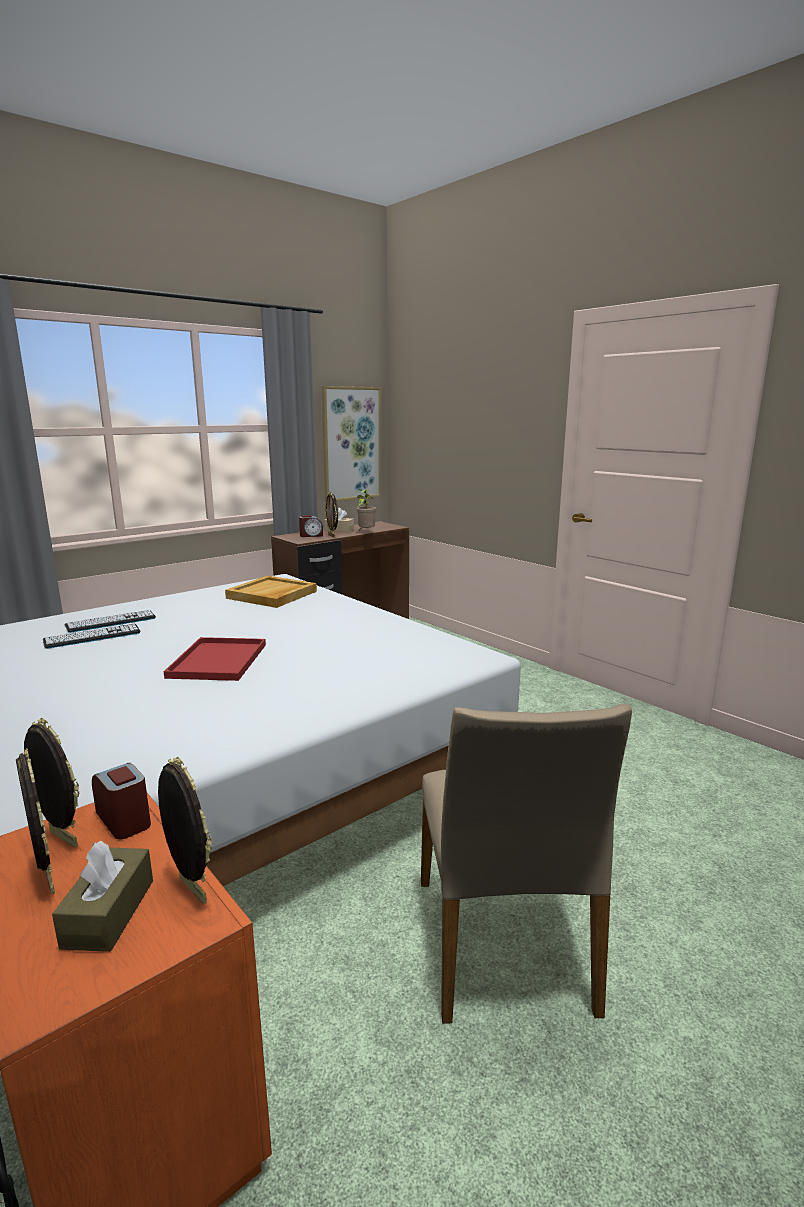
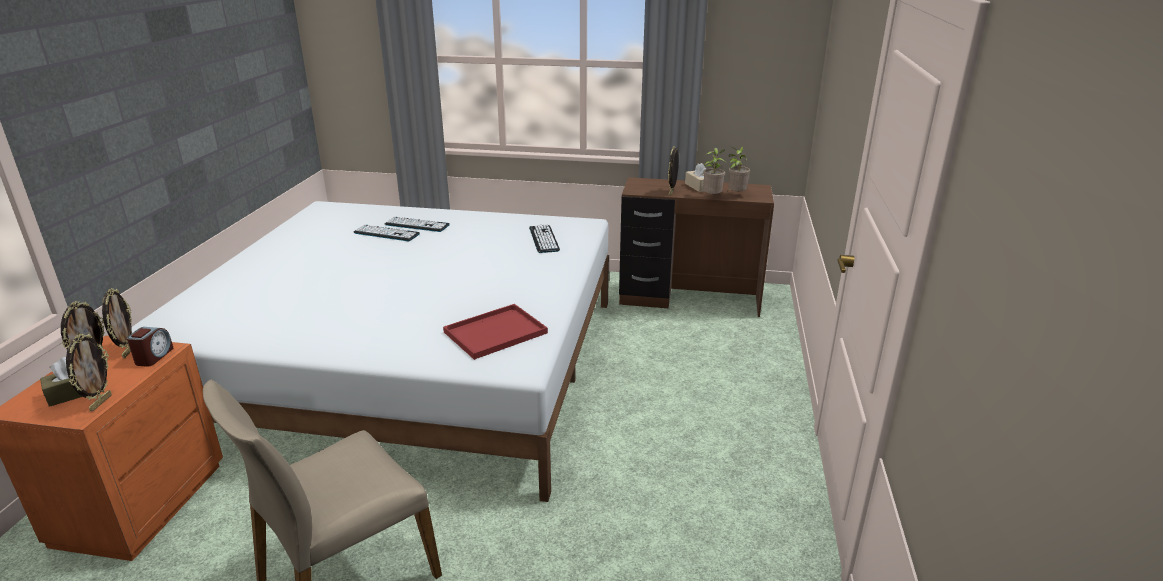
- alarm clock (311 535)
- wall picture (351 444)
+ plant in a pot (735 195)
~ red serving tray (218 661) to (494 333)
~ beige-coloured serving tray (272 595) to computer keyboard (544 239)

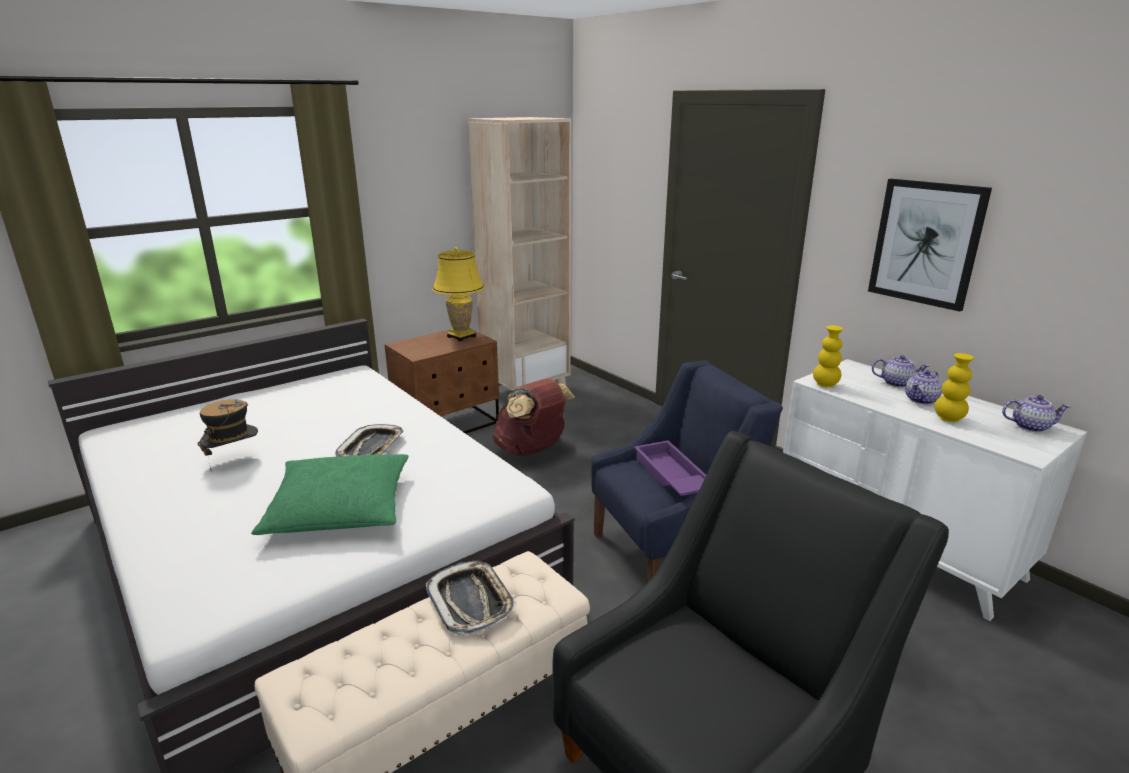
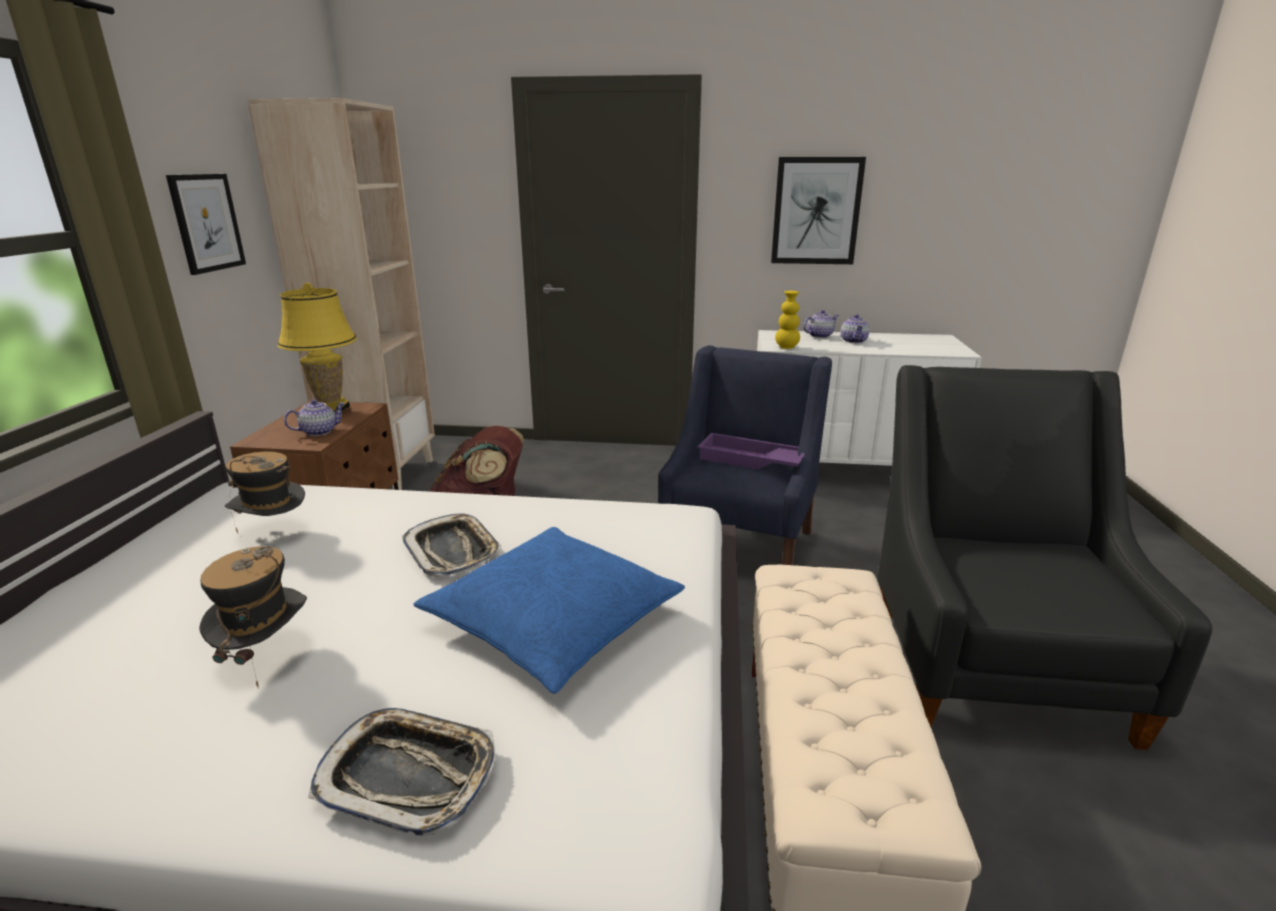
- yellowish flower vase (948 419)
+ wall picture (206 223)
+ wearable hat (273 533)
~ serving tray (471 602) to (408 776)
~ pot for tea (1030 426) to (319 431)
~ greenish throw pillow (340 508) to bluish throw pillow (554 620)

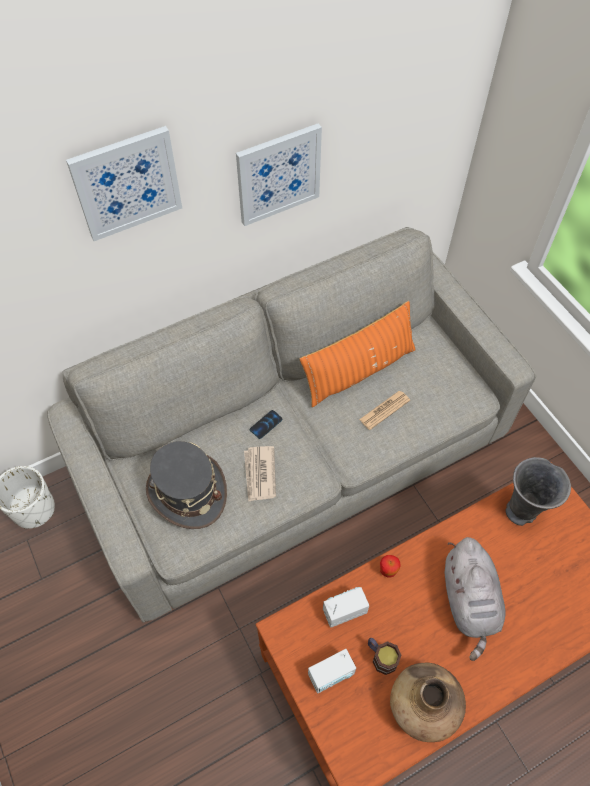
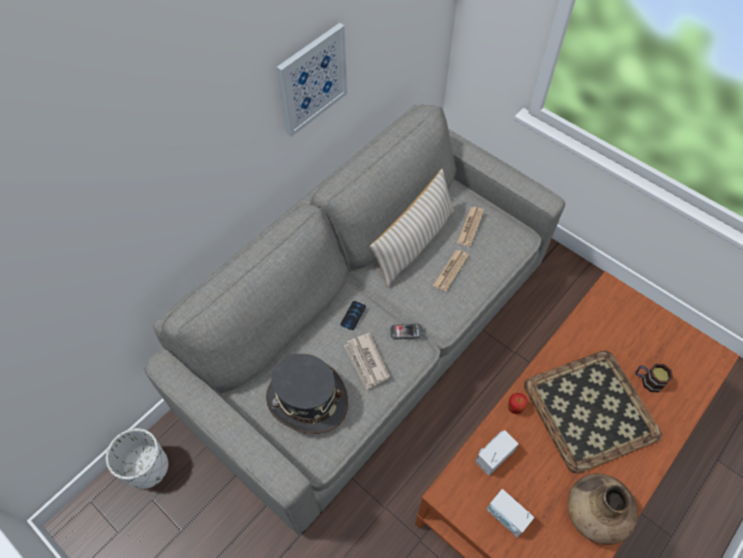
- wall picture (126 183)
- gray flower vase (522 512)
+ telephone (406 332)
+ daily paper (470 226)
~ coffee mug (380 657) to (647 380)
~ gray soft toy (469 601) to serving tray (592 410)
~ orange-coloured throw pillow (359 371) to beige-coloured throw pillow (414 243)
~ radio set (331 675) = (506 517) 90 degrees clockwise

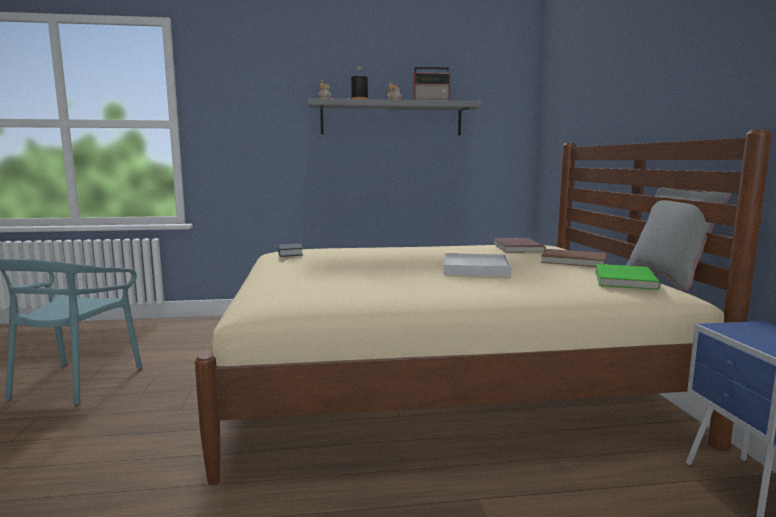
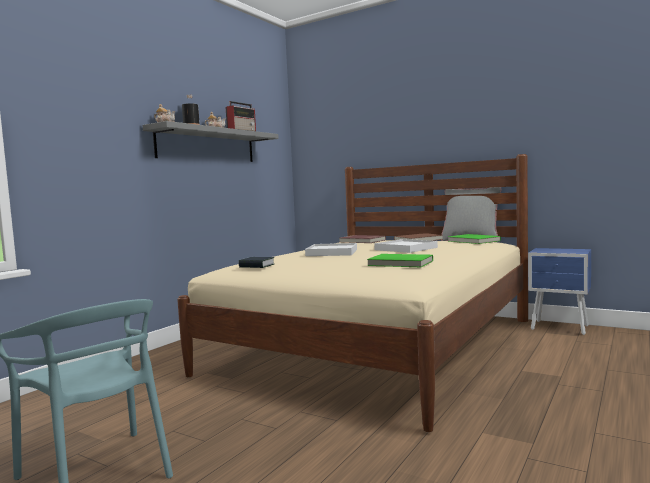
+ whitish serving tray (332 252)
+ greenish bound book (400 263)

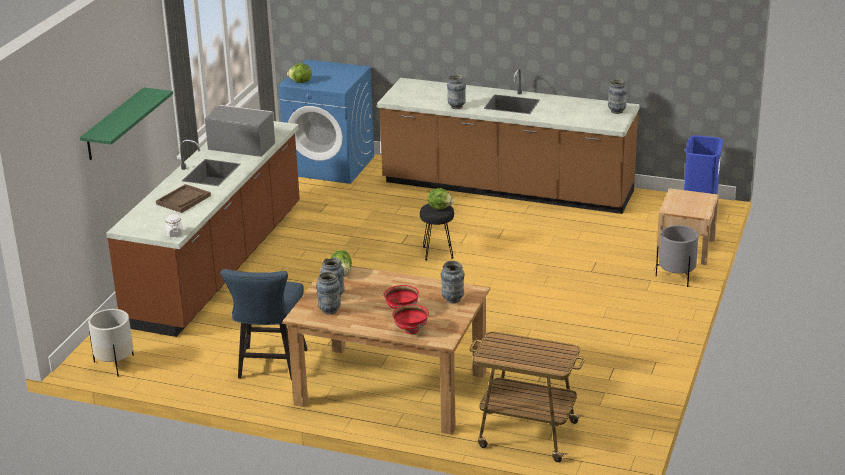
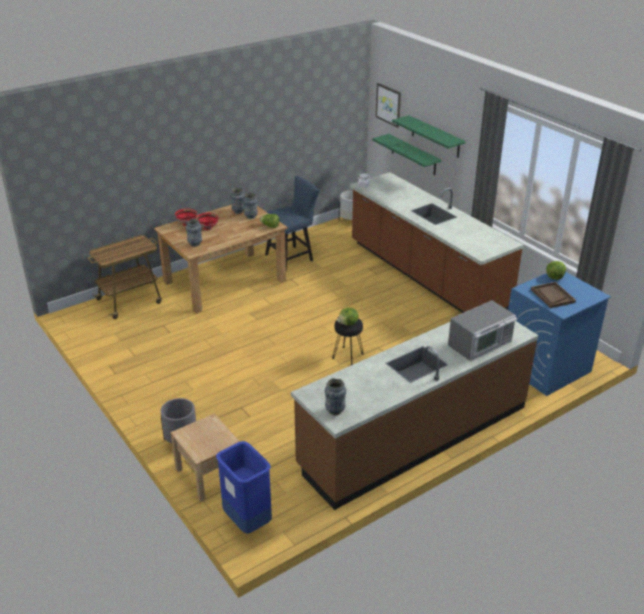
- flower vase (456 107)
+ greenish shelf (413 155)
+ wall picture (389 104)
~ brown serving tray (183 200) to (552 296)
~ microwave (242 145) to (480 344)
~ bluish upright chair (270 367) = (292 257) 105 degrees clockwise

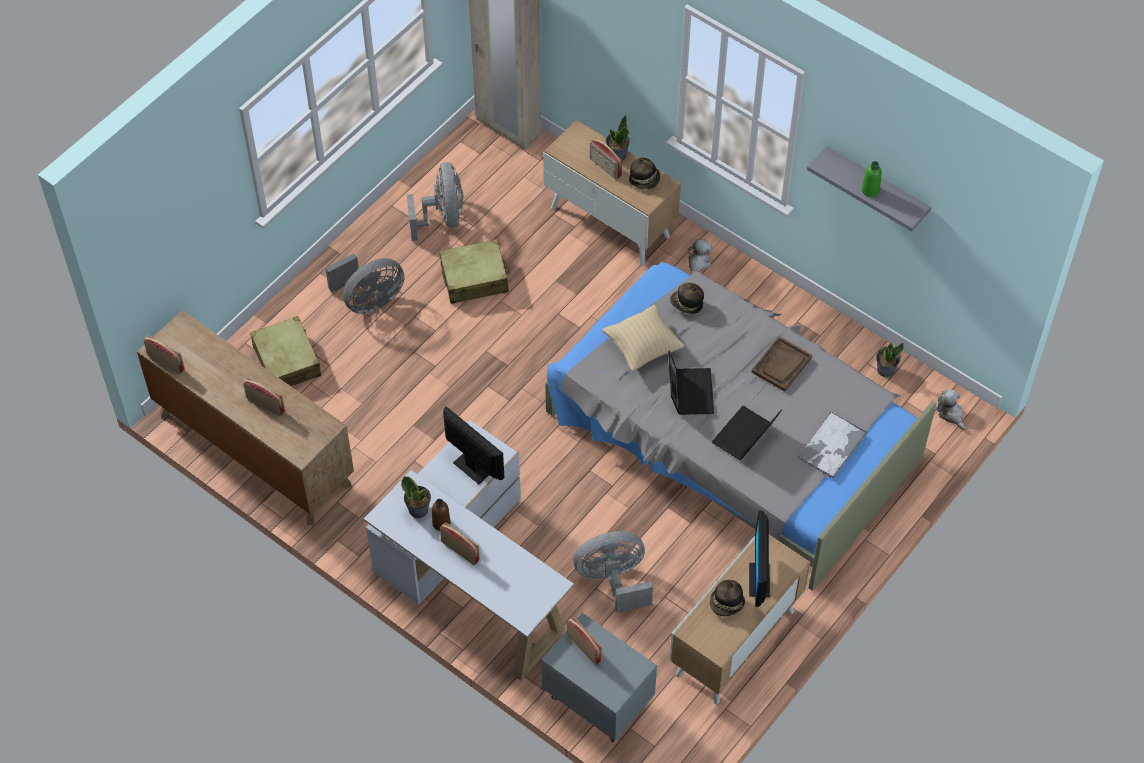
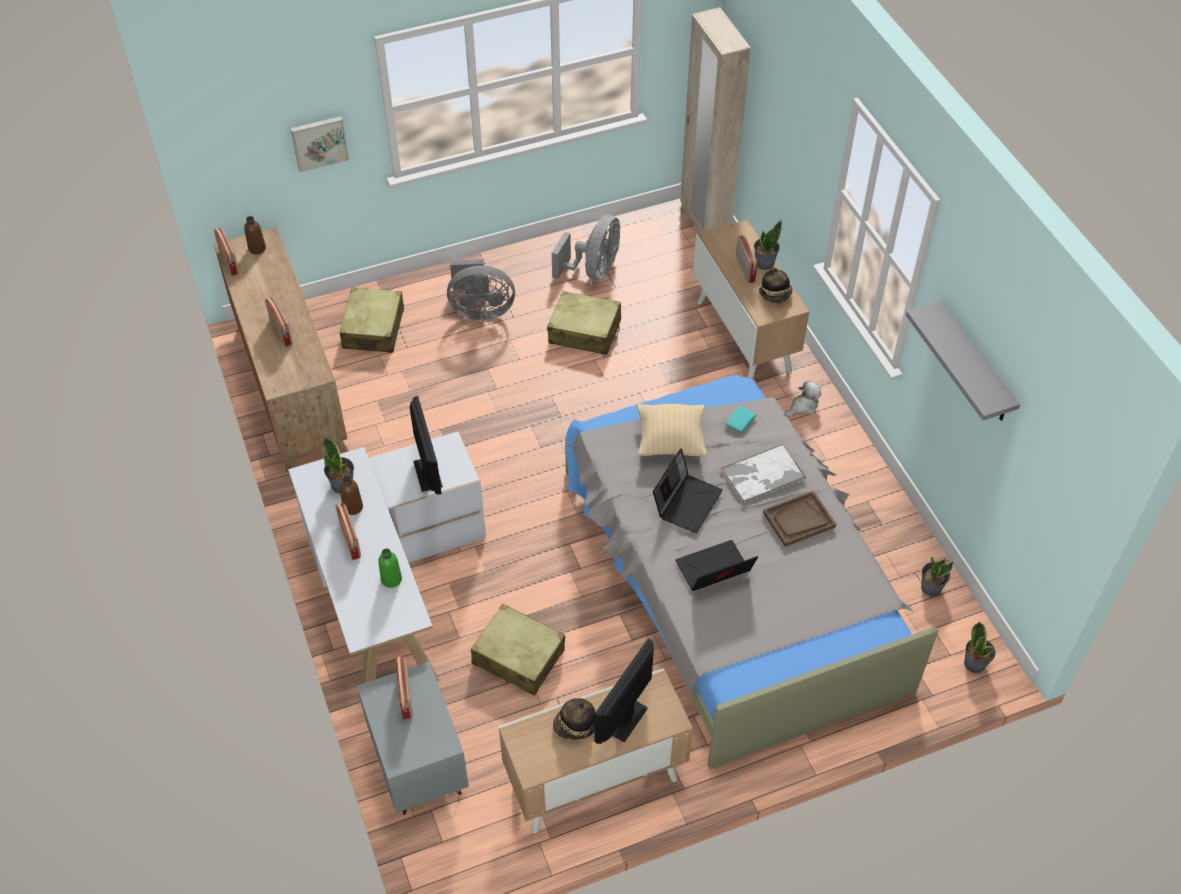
+ brown beverage bottle (257 248)
+ wall picture (319 142)
~ serving tray (831 446) to (762 474)
~ greenish beverage bottle (870 190) to (391 579)
~ gray fan (613 580) to beige-coloured suitcase (518 657)
~ wearable hat (686 304) to blue-green bound book (741 421)
~ soft toy (950 414) to plant in a pot (975 663)

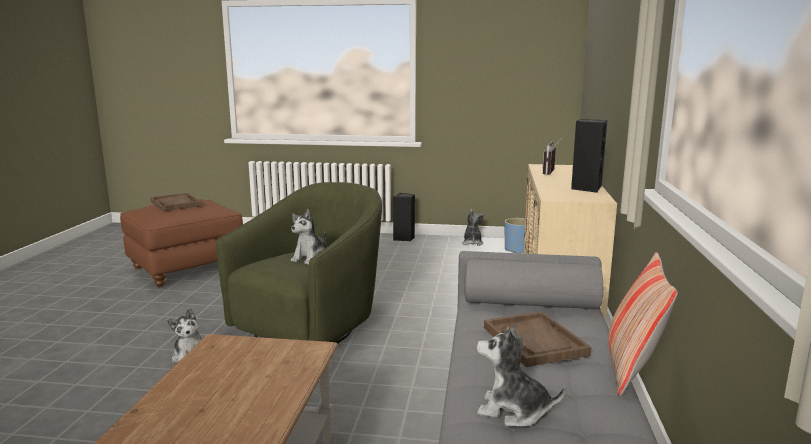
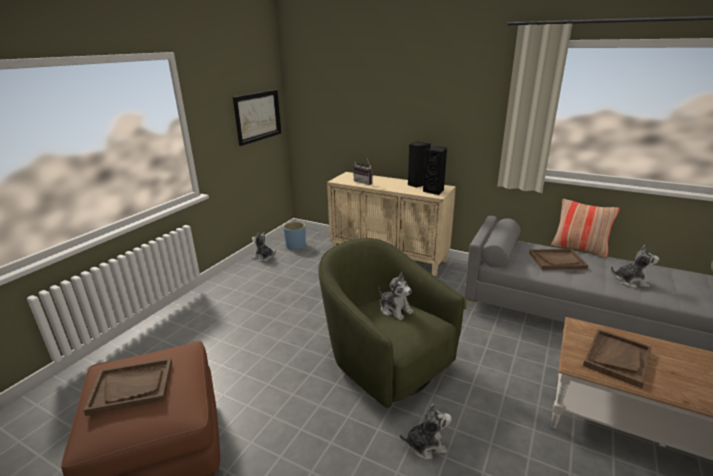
+ wall picture (257 116)
+ brown serving tray (617 358)
~ blackish loudspeaker (404 238) to (434 191)
~ soft toy (513 411) = (630 281) 120 degrees counterclockwise

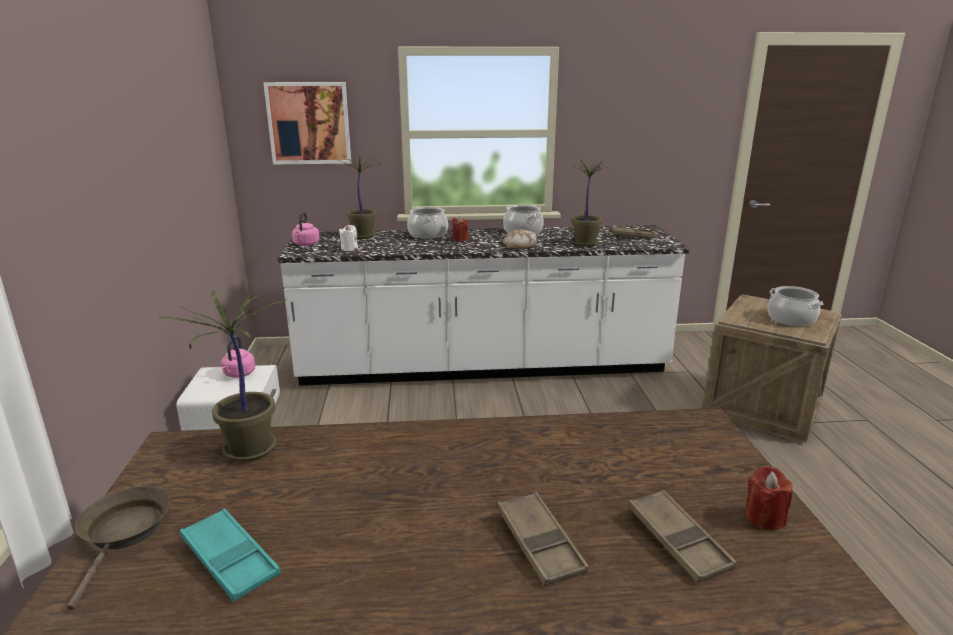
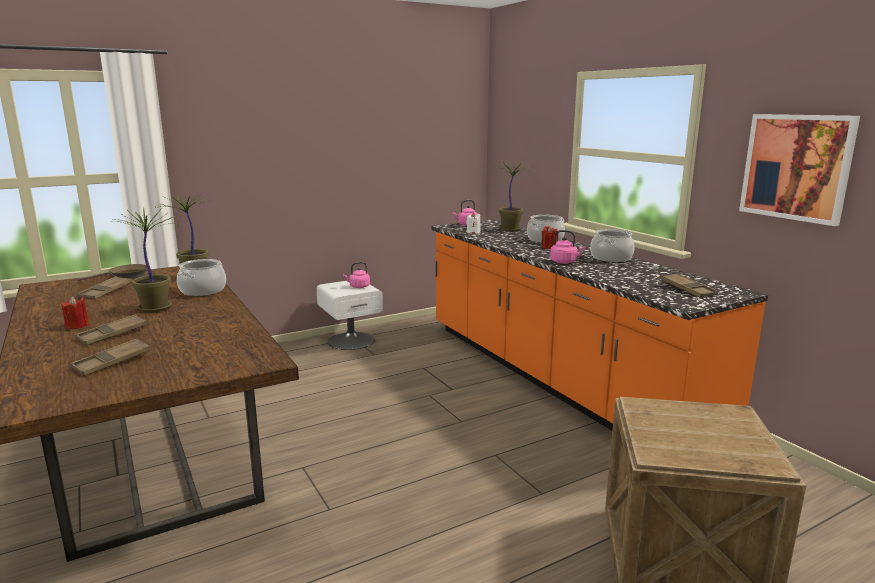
~ wall picture (309 123) to (796 167)
~ plant in a pot (584 243) to (157 308)
~ red candle (764 517) to (77 326)
~ cooking pot (791 319) to (202 290)
~ bread (520 245) to pink-coloured tea kettle (565 262)
~ blue-green serving tray (230 559) to brown serving tray (106 291)
~ whitish counter (483 367) to orange-coloured counter (555 379)

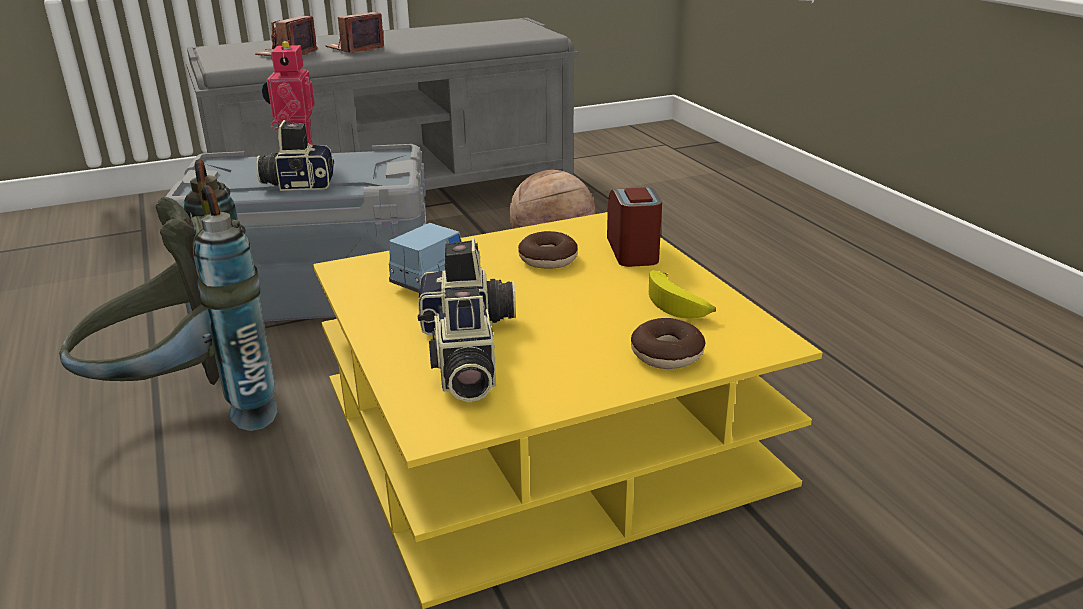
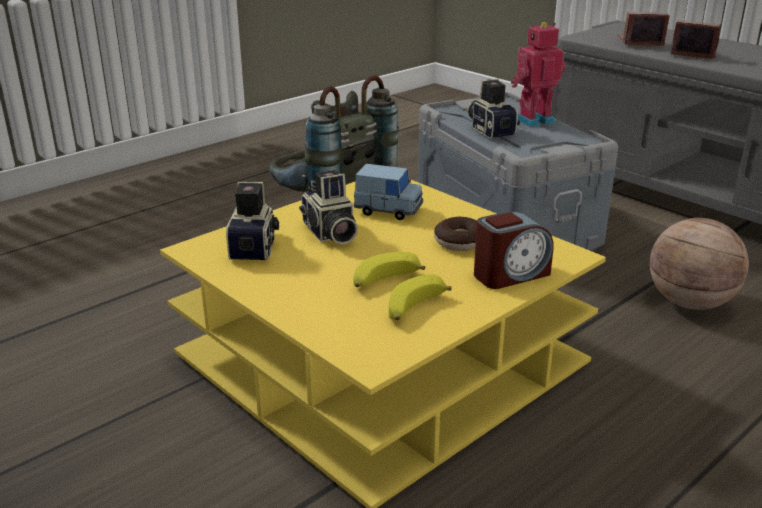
- ring doughnut (667 354)
+ banana fruit (384 281)
~ photo camera (464 378) = (256 246) 120 degrees clockwise

